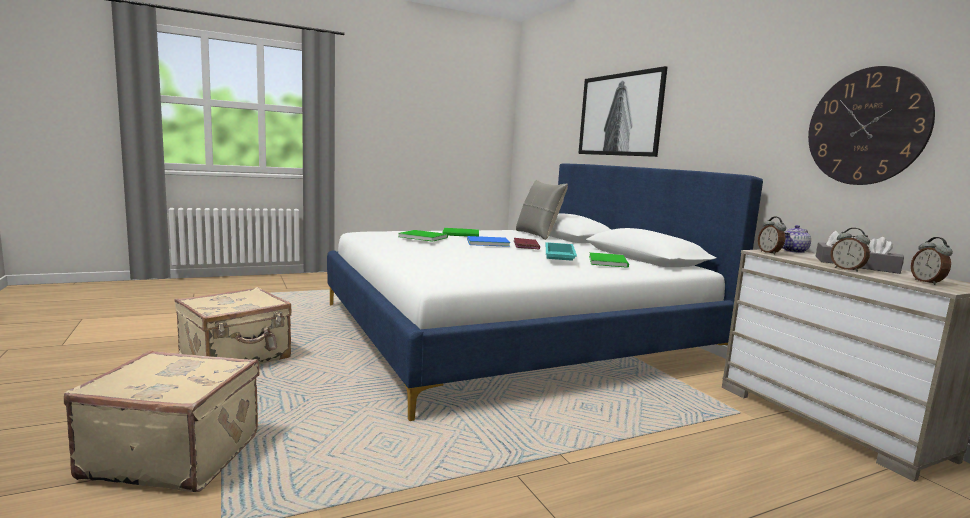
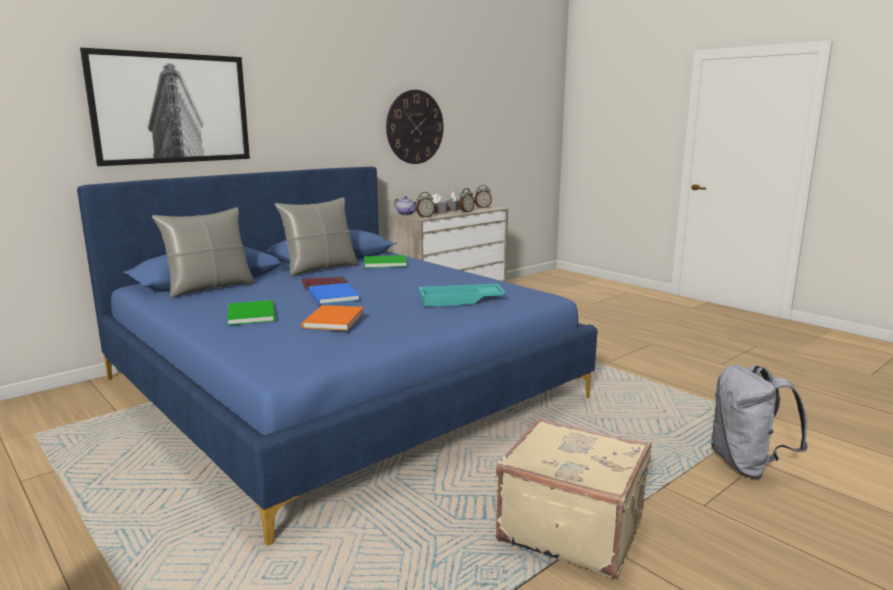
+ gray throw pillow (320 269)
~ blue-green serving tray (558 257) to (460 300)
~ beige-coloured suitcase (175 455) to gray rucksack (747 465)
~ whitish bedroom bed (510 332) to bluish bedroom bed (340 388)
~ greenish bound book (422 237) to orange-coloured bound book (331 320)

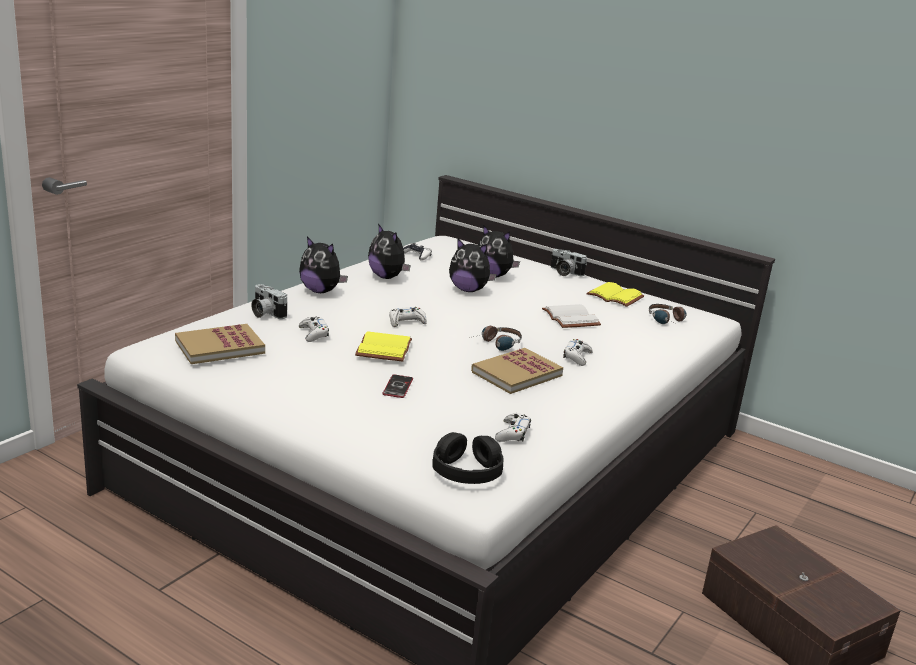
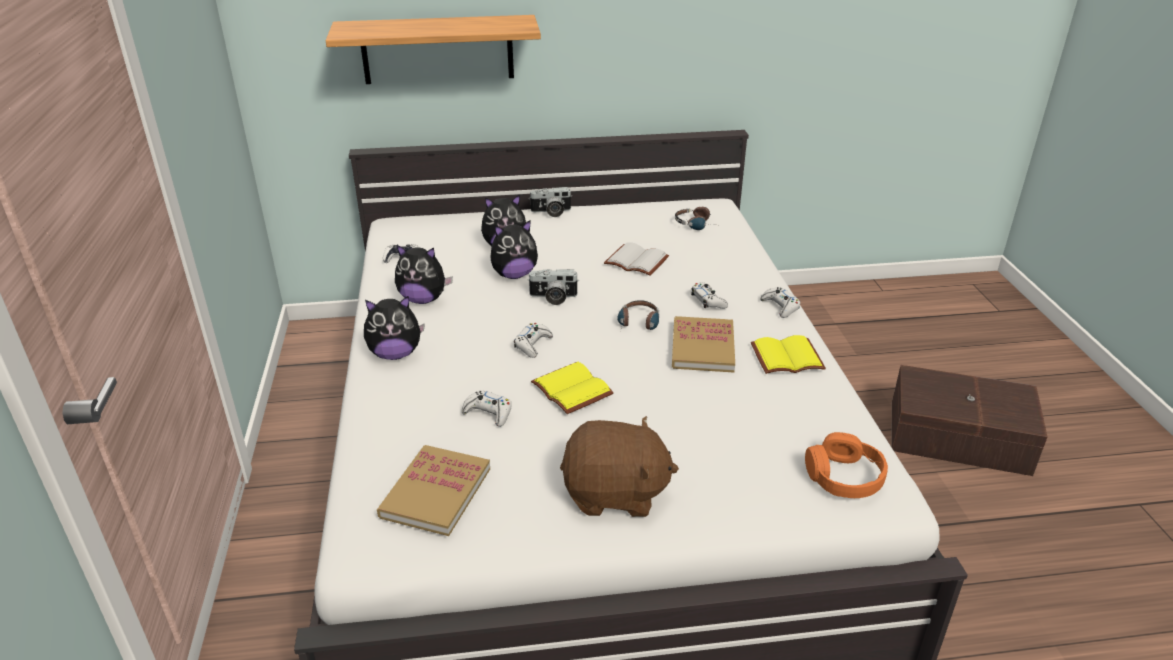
- telephone (398 387)
+ shelf (437 49)
+ brown soft toy (615 494)
~ photo camera (265 313) to (553 297)
~ whitish gamepad (512 433) to (780 306)
~ yellowish bound book (613 297) to (786 359)
~ blackish headset (467 471) to orange-coloured headset (843 477)

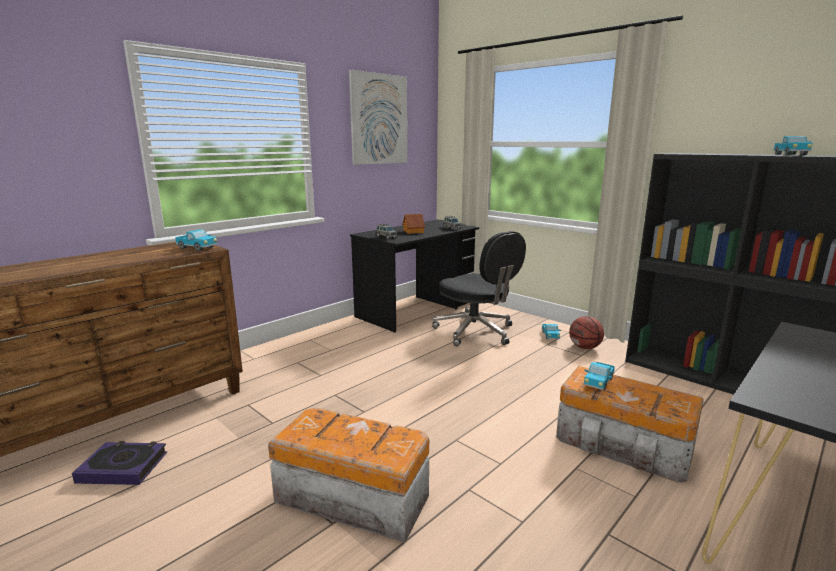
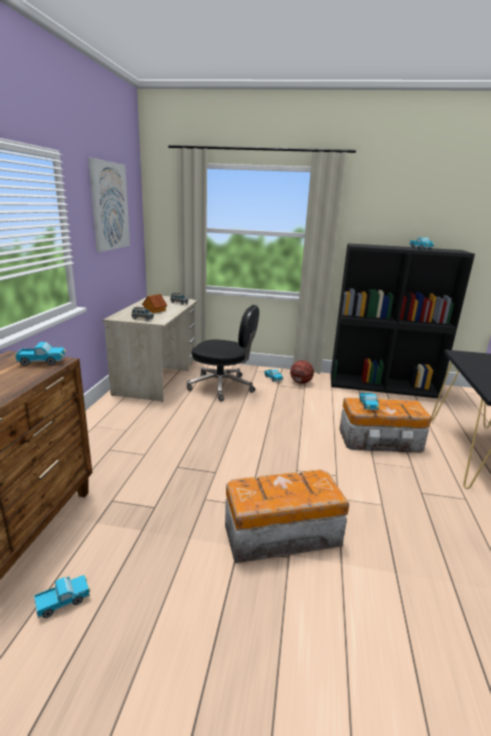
~ bound book (123 467) to toy lorry (63 602)
~ blackish desk (419 309) to beige-coloured desk (158 376)

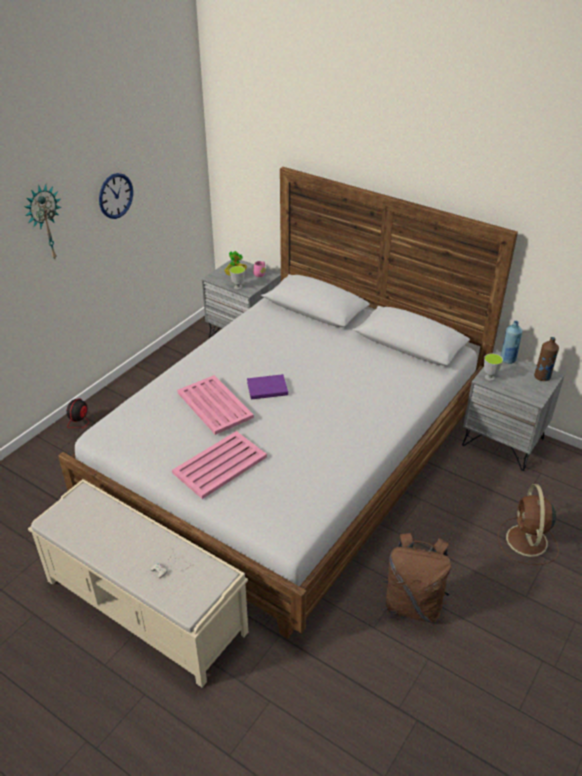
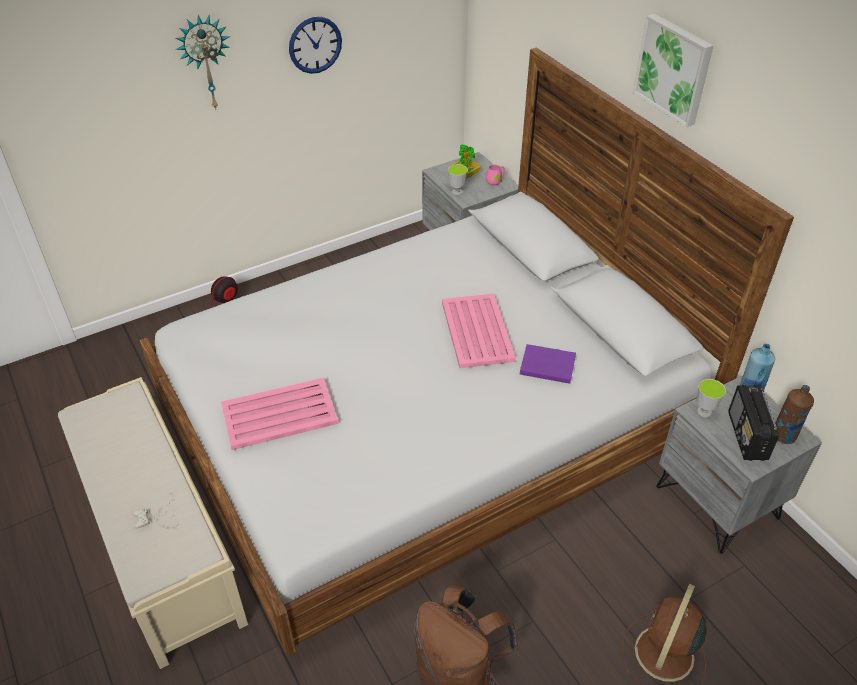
+ wall picture (674 69)
+ radio set (747 436)
~ pink-coloured serving tray (214 404) to (477 330)
~ purple-coloured bound book (266 388) to (546 365)

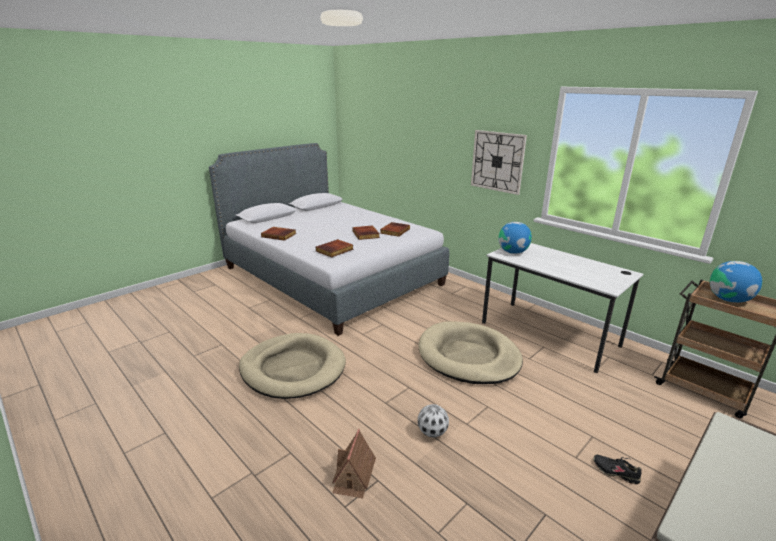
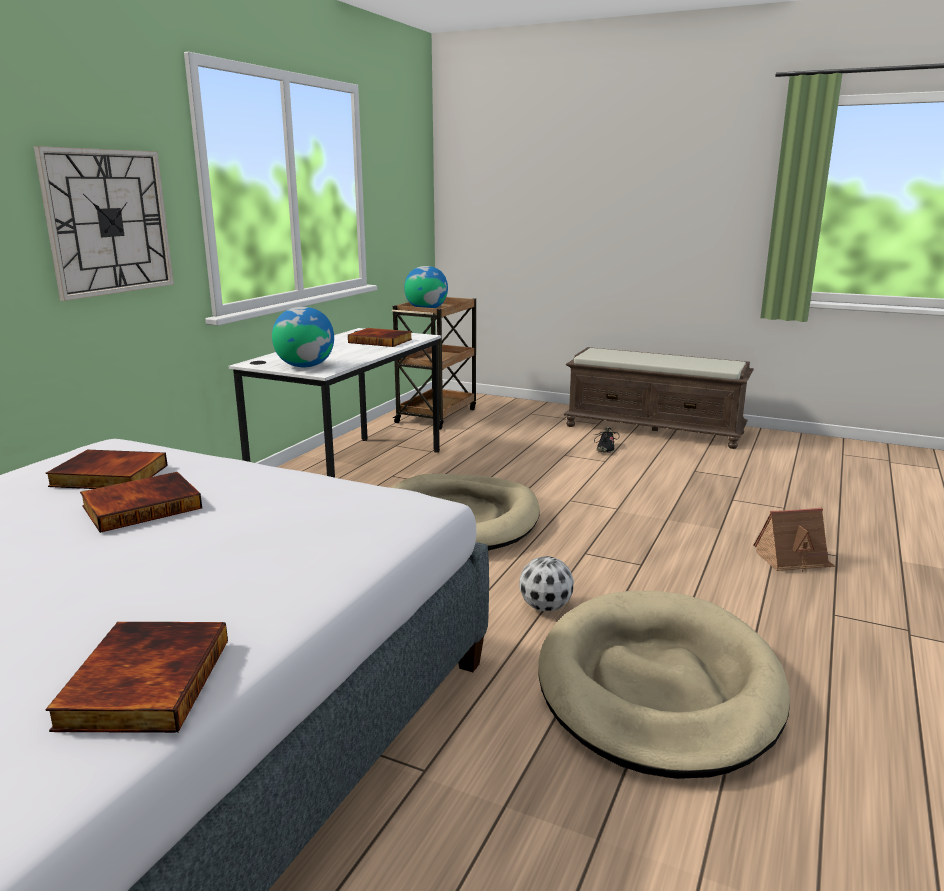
~ bound book (335 250) to (381 341)
~ football ball (432 432) to (544 607)

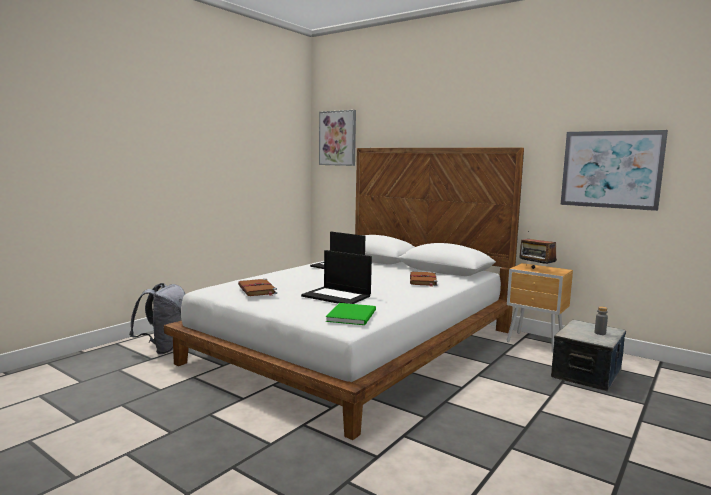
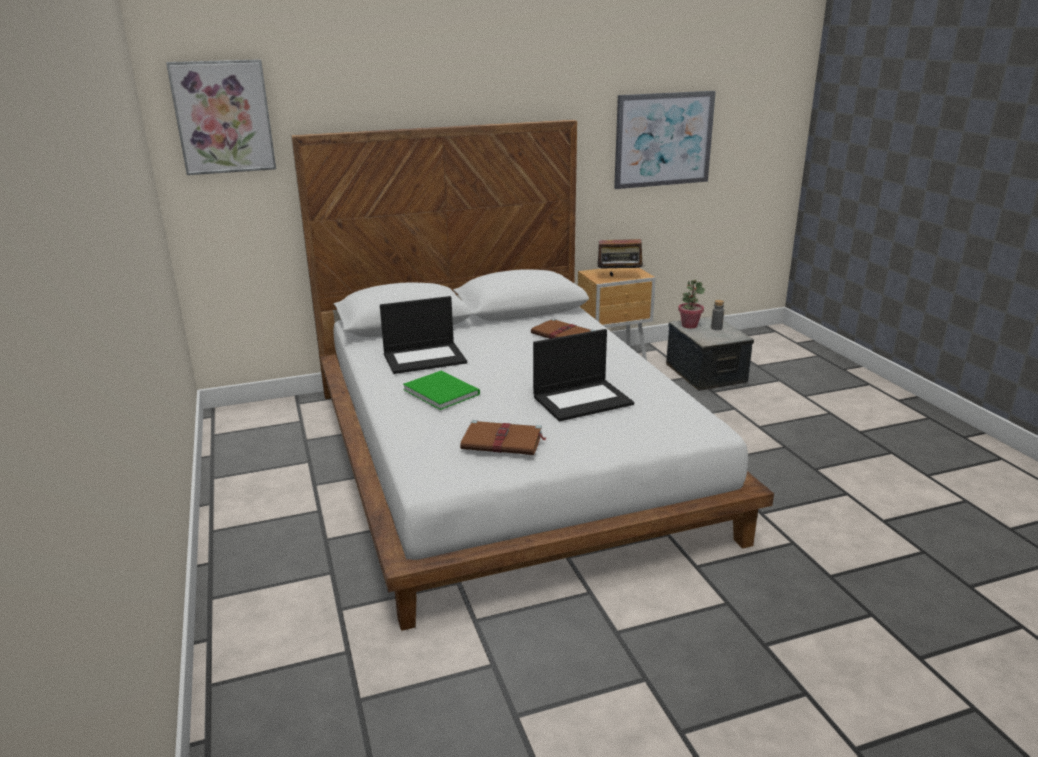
- gray rucksack (164 348)
+ plant in a pot (689 325)
~ greenish bound book (353 315) to (441 391)

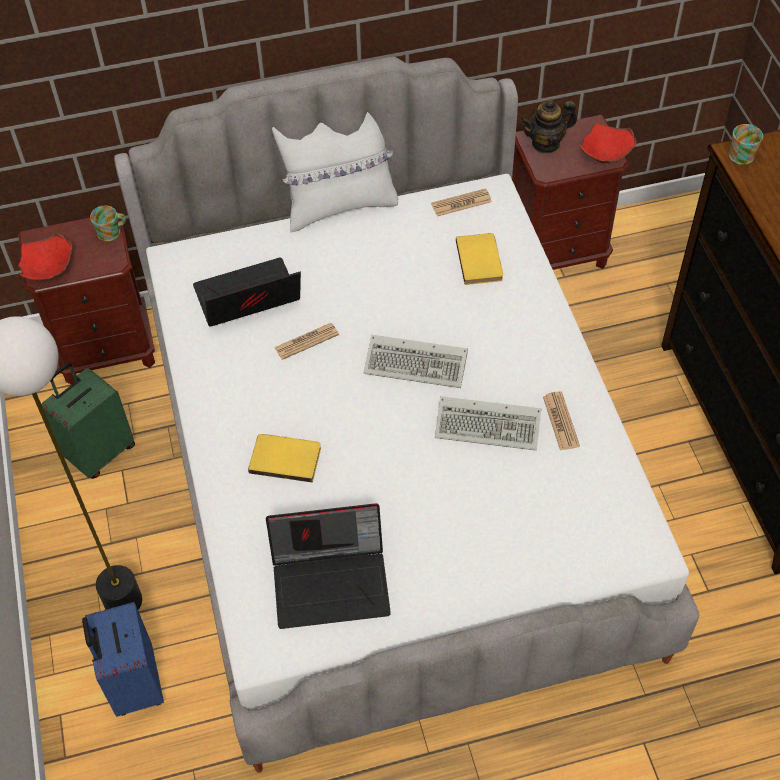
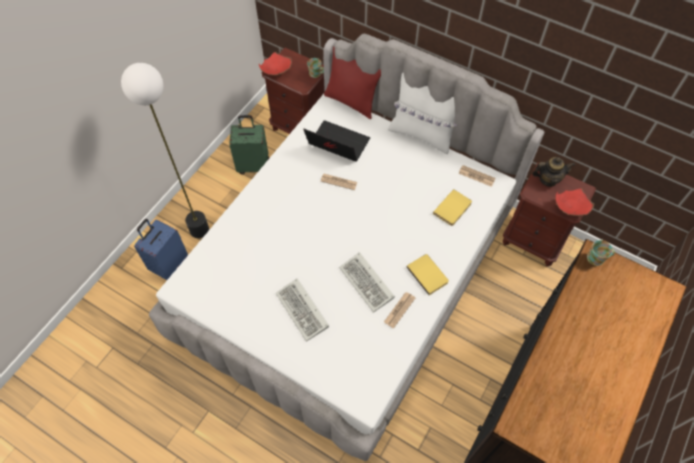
- laptop (332 581)
+ red throw pillow (351 102)
~ yellowish bound book (286 458) to (428 274)
~ computer keyboard (418 364) to (303 311)
~ pot for tea (546 143) = (548 179) 150 degrees clockwise

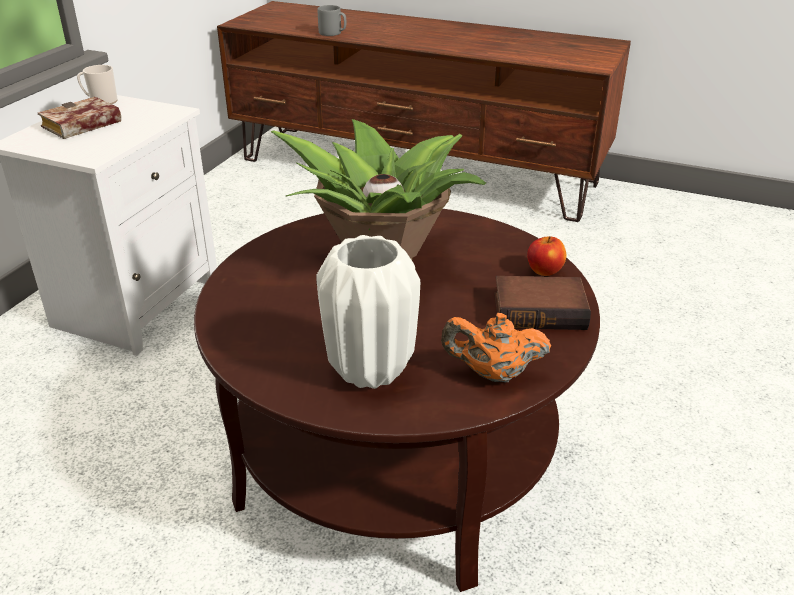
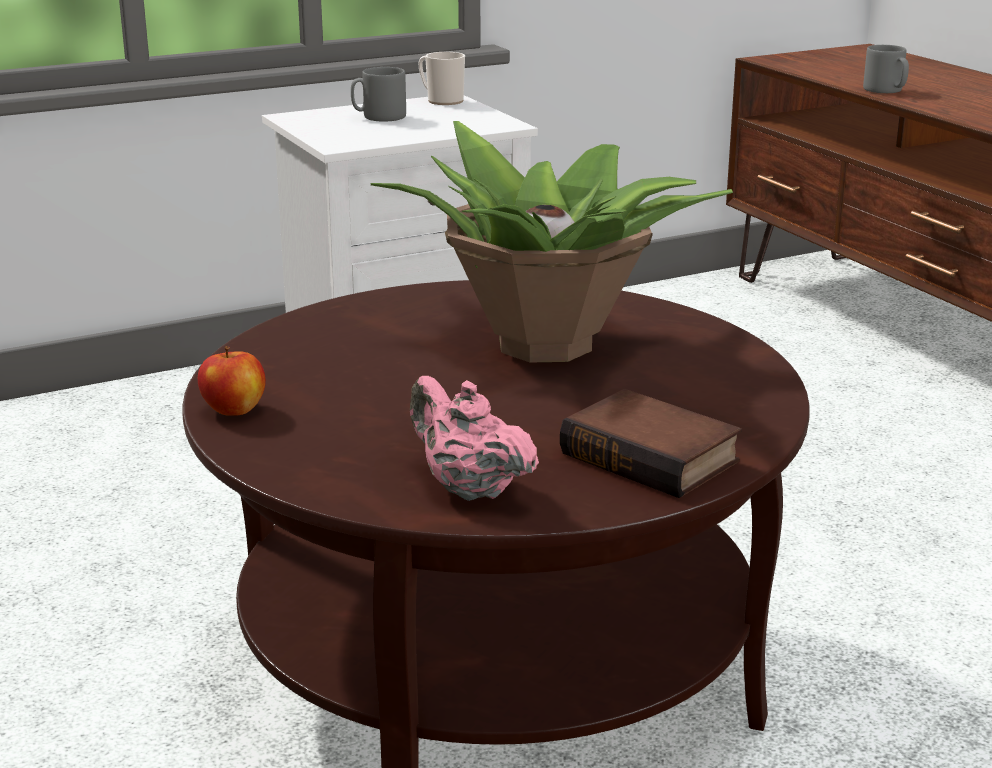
- whitish flower vase (371 370)
~ apple (544 271) to (234 410)
~ bound book (80 126) to gray coffee mug (379 117)
~ orange-coloured pot for tea (493 374) to pink-coloured pot for tea (469 489)

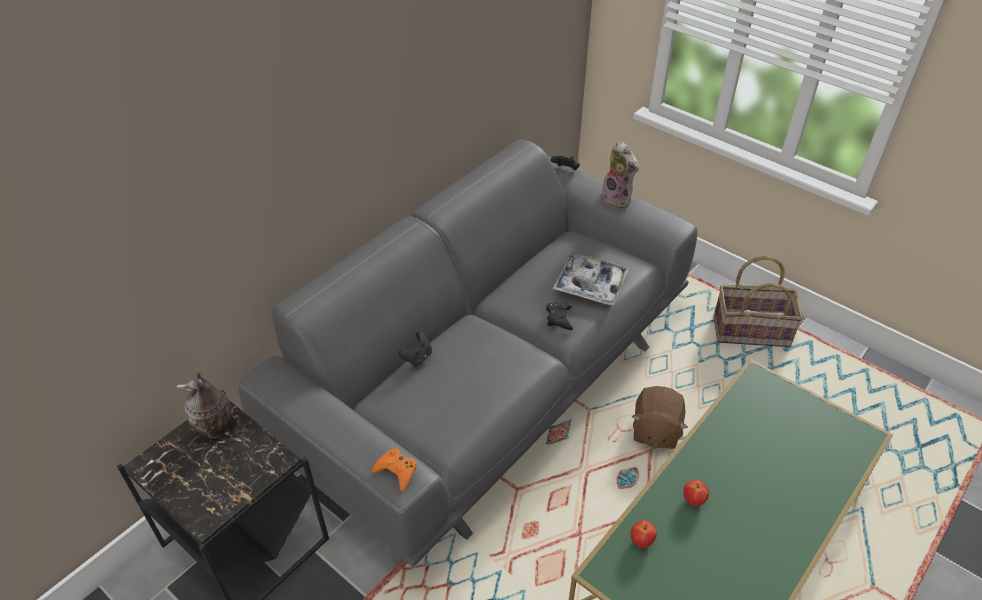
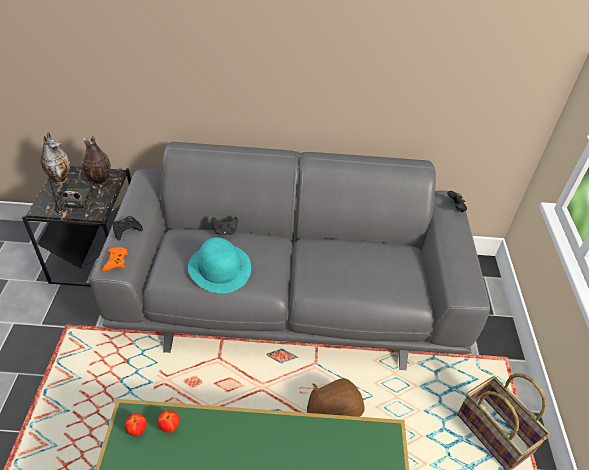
- serving tray (590 284)
- soft toy (618 199)
+ flower vase (60 178)
+ radio set (74 201)
+ blue-green wearable hat (220 268)
~ blackish gamepad (559 318) to (126 230)
~ apple (693 500) to (137 430)

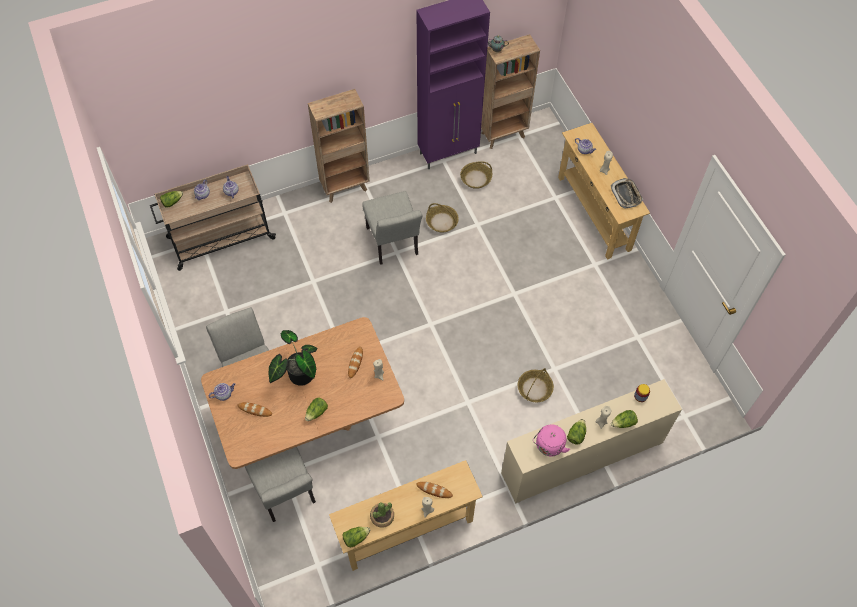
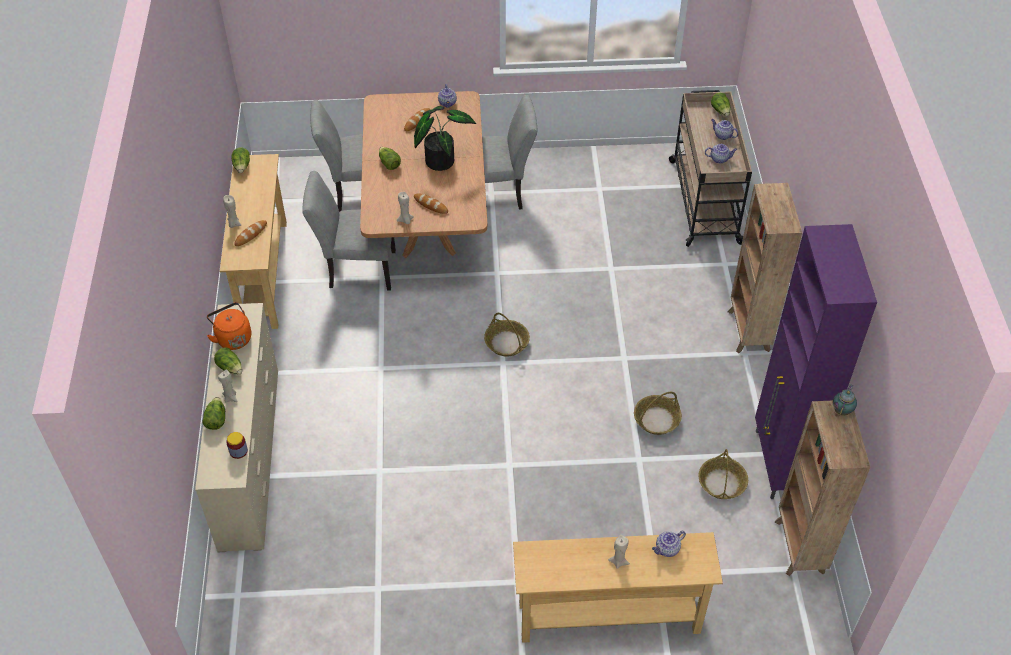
- plant in a pot (382 516)
- serving tray (626 195)
~ gray upright chair (393 245) to (356 269)
~ basket (534 389) to (506 343)
~ pink-coloured tea kettle (549 446) to orange-coloured tea kettle (232 337)

